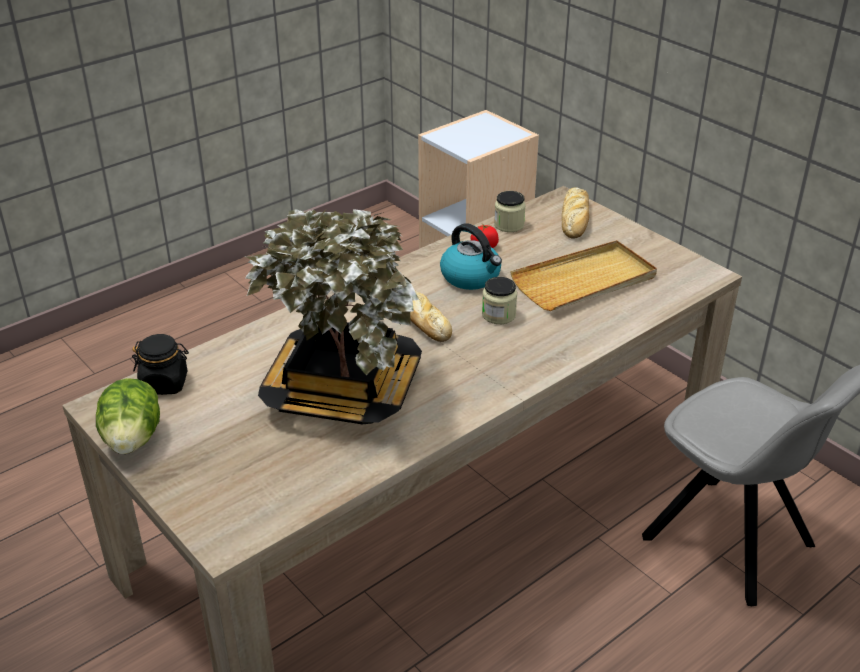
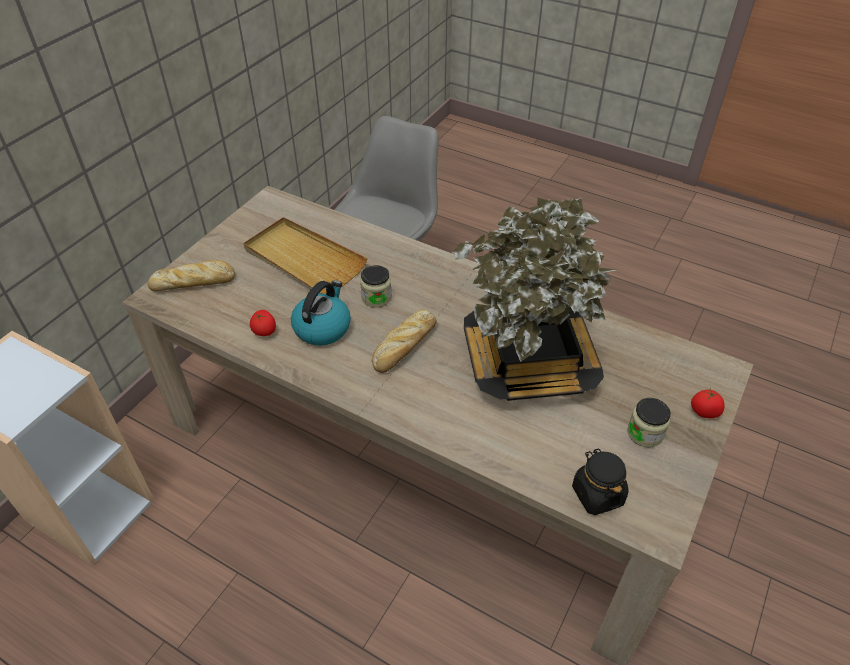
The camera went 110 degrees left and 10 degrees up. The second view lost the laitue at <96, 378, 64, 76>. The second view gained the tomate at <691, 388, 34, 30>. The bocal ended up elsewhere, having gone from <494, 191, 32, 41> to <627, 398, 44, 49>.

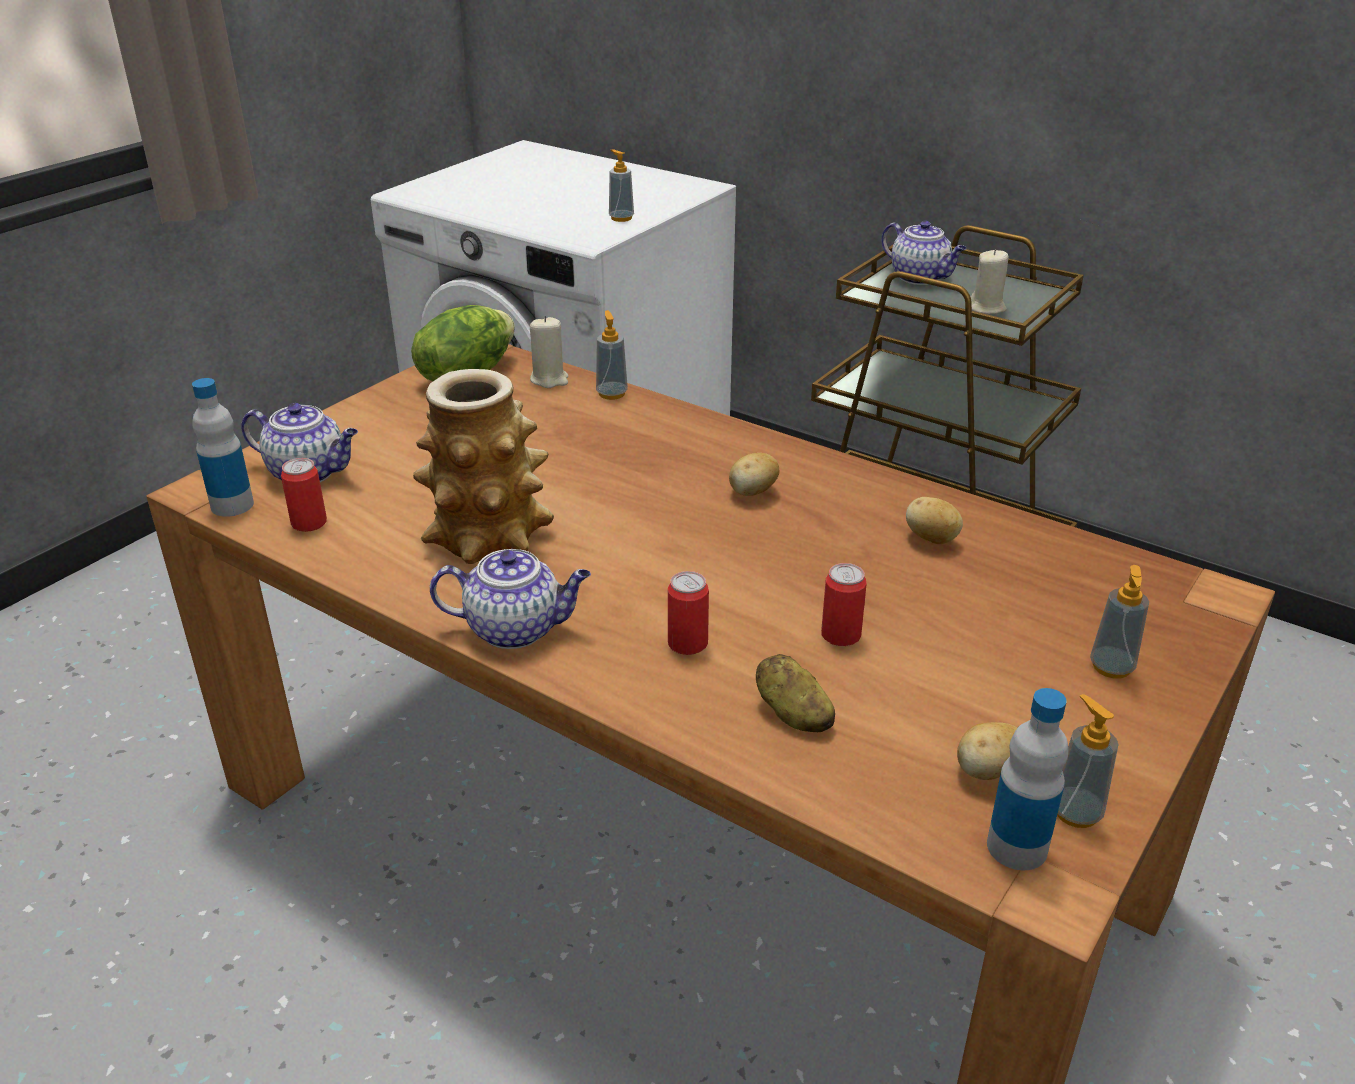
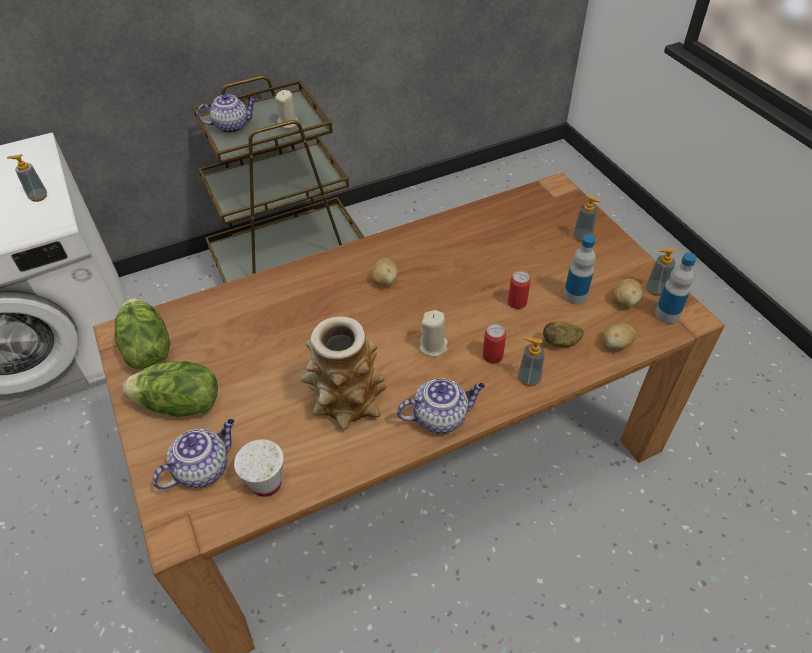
The camera went 60 degrees left and 15 degrees up. The second view gained the laitue at <123, 361, 95, 56>. The bouteille ended up elsewhere, having gone from <192, 378, 62, 139> to <564, 234, 32, 70>. The bougie/beige ended up elsewhere, having gone from <530, 316, 38, 72> to <419, 310, 29, 47>. The distributeur de savon ended up elsewhere, having gone from <596, 310, 32, 90> to <518, 337, 27, 49>. The pomme de terre ended up elsewhere, having gone from <906, 497, 57, 47> to <603, 324, 33, 26>. Where the boîte métallique stood at <281, 458, 46, 74>, the tasse/blanc came to stand at <234, 439, 50, 58>. The théière at <430, 549, 161, 100> ended up facing another way, 45 degrees clockwise from before.

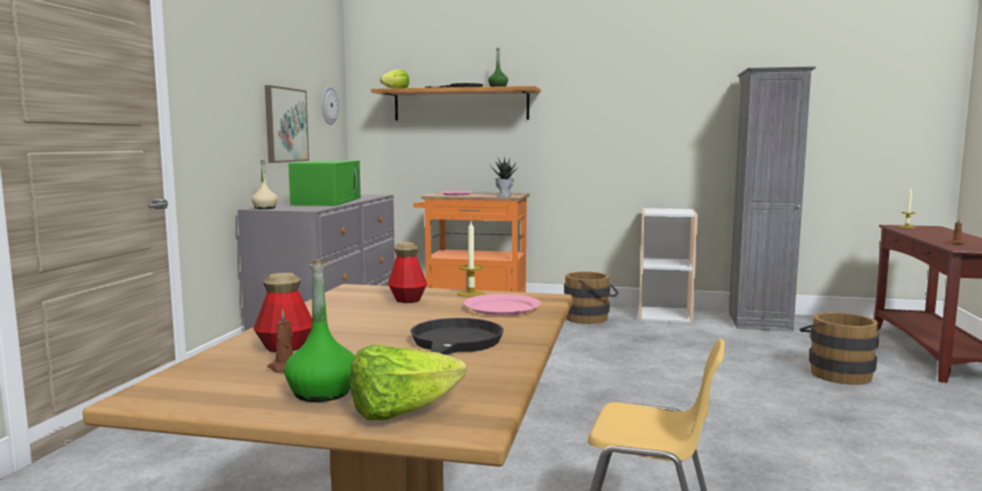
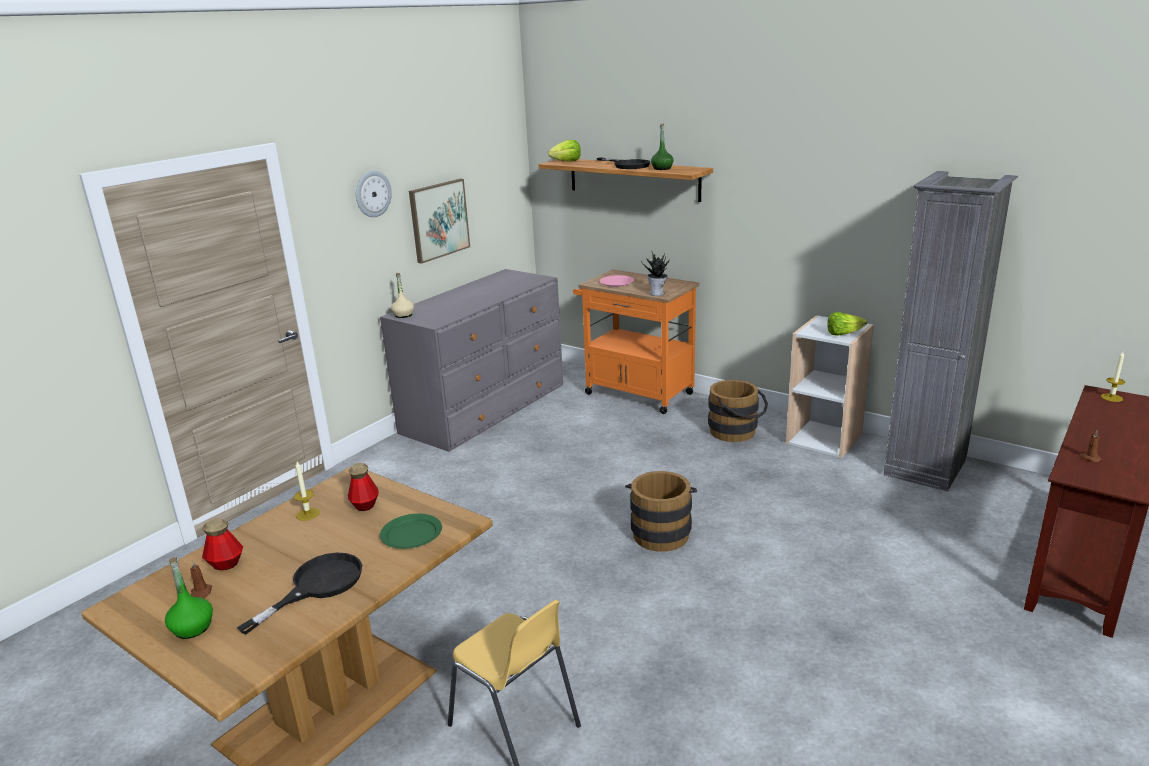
The camera went 25 degrees right and 15 degrees up. The second view lost the micro-ondes/vert at <288, 160, 73, 46>. The horloge murale ended up elsewhere, having gone from <321, 86, 18, 39> to <356, 171, 36, 46>. The laitue ended up elsewhere, having gone from <350, 345, 117, 75> to <827, 312, 40, 24>. The bougie ended up elsewhere, having gone from <457, 222, 28, 75> to <294, 461, 26, 60>. The seau/marron ended up elsewhere, having gone from <800, 312, 79, 73> to <625, 471, 72, 81>. What was the assiette/rose at <463, 294, 78, 22> turned into the assiette/vert at <380, 514, 62, 35>.

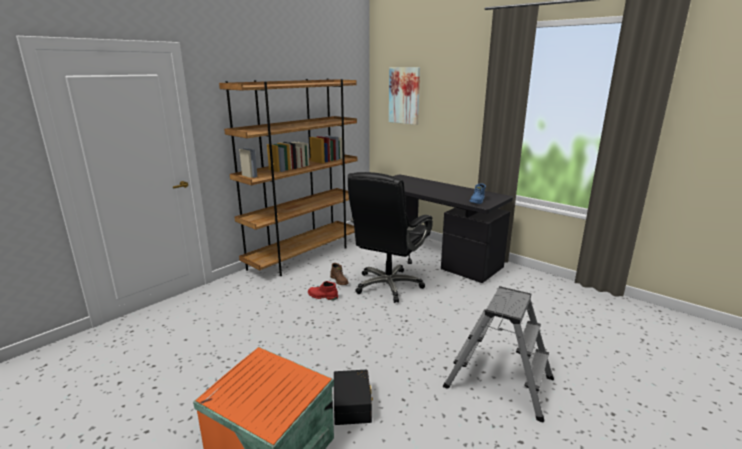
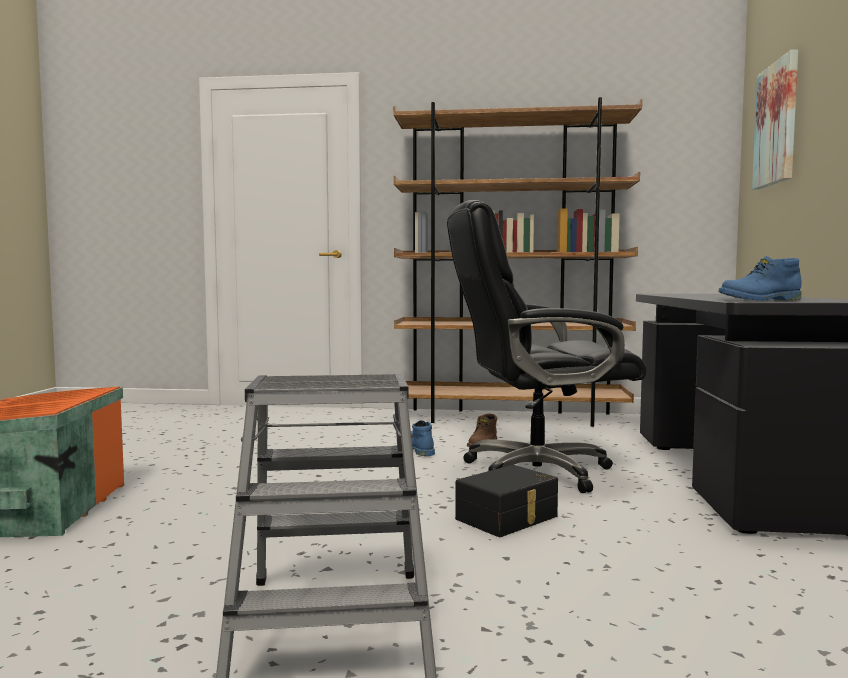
The camera went 55 degrees right and 15 degrees down. The boîte de rangement/noir ended up elsewhere, having gone from <334, 370, 39, 55> to <455, 465, 103, 72>. What was the botte/rouge at <308, 281, 30, 19> turned into the botte/bleu at <411, 420, 24, 36>.

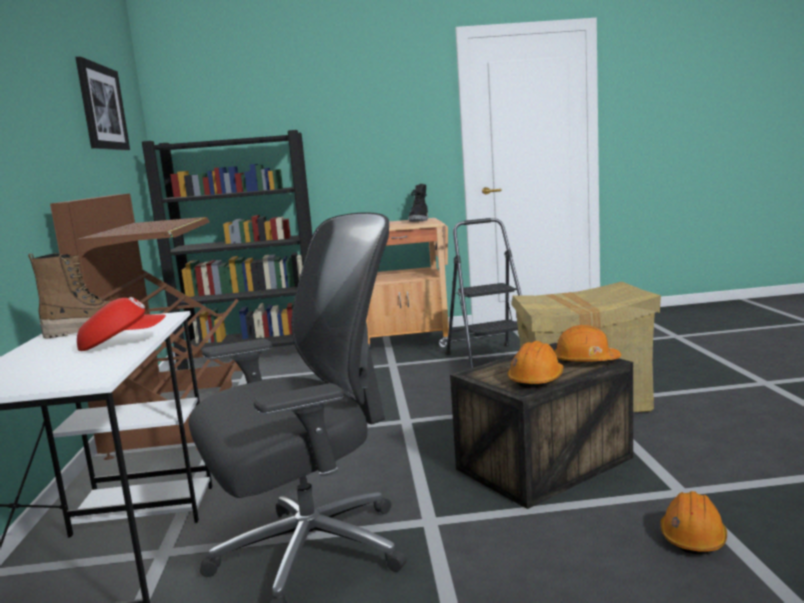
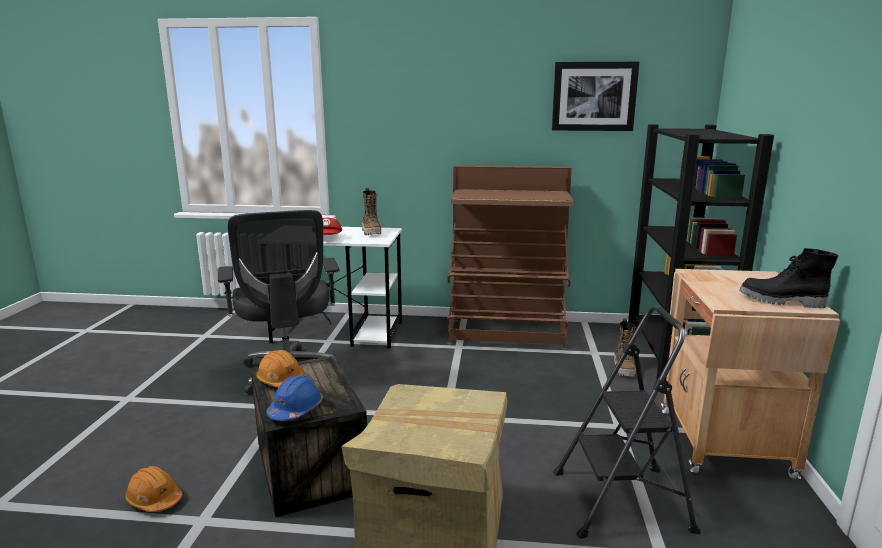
The camera went 100 degrees right and 5 degrees up. The second view gained the botte at <614, 318, 23, 59>. What was the casque de chantier/orange at <554, 325, 67, 38> turned into the casque de chantier/bleu at <266, 375, 57, 46>.

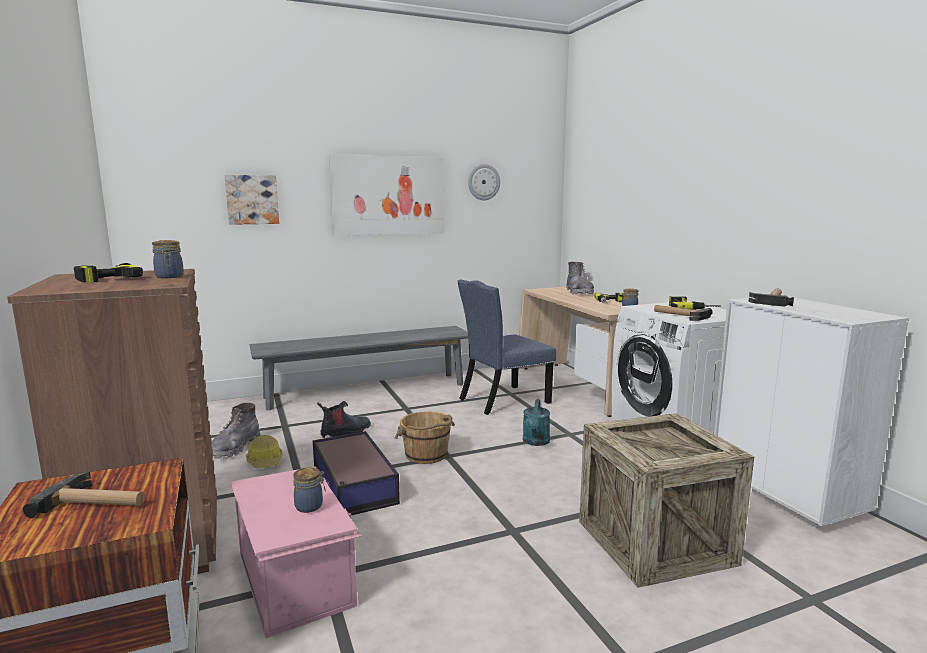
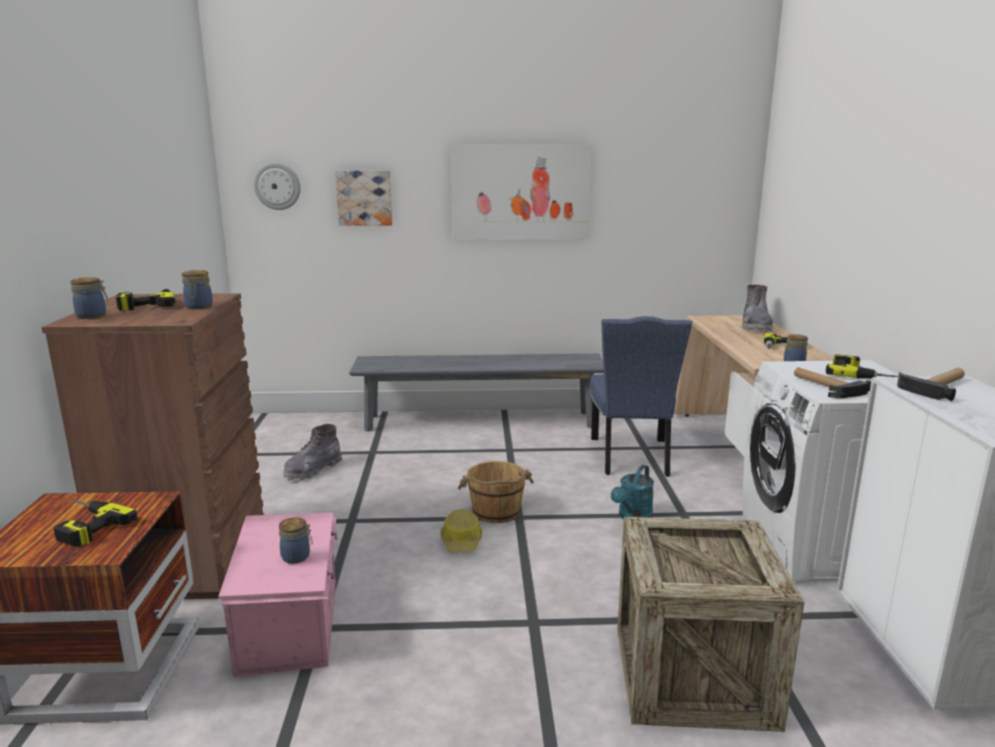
The camera went 20 degrees right and 5 degrees up. The second view lost the boîte de rangement at <313, 431, 87, 84>. The second view lost the botte at <317, 401, 54, 37>. The second view gained the bocal at <70, 277, 38, 42>. The casque de chantier ended up elsewhere, having gone from <246, 435, 36, 33> to <441, 509, 41, 43>. The horloge murale ended up elsewhere, having gone from <468, 164, 32, 36> to <254, 163, 47, 47>. Where the marteau stood at <23, 472, 122, 46>, the perceuse came to stand at <54, 499, 83, 48>. The chaise/bleu at <457, 279, 99, 136> ended up facing another way, 75 degrees counterclockwise from before.

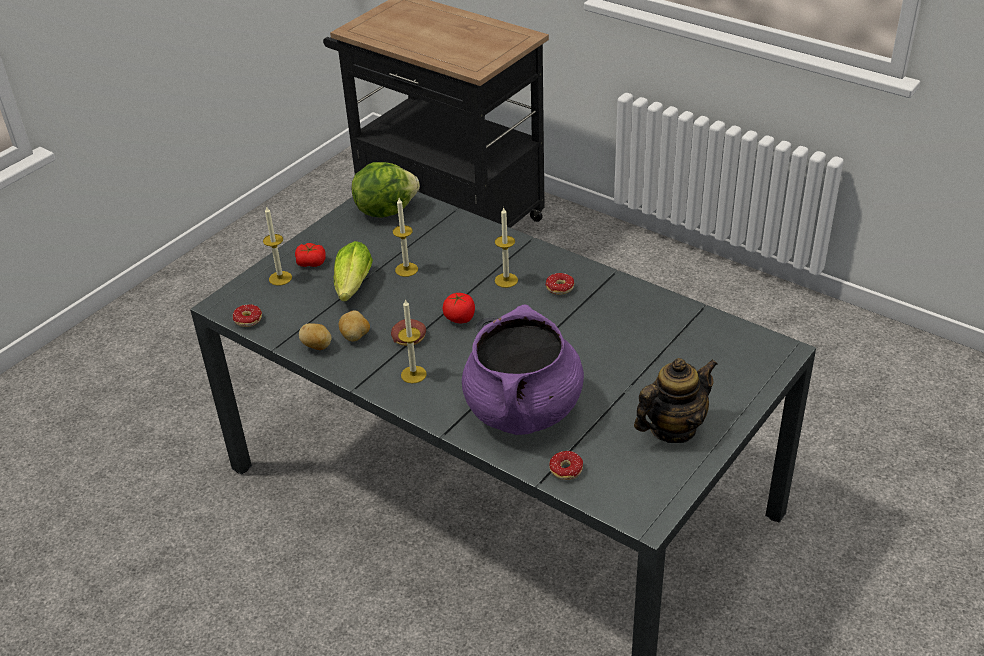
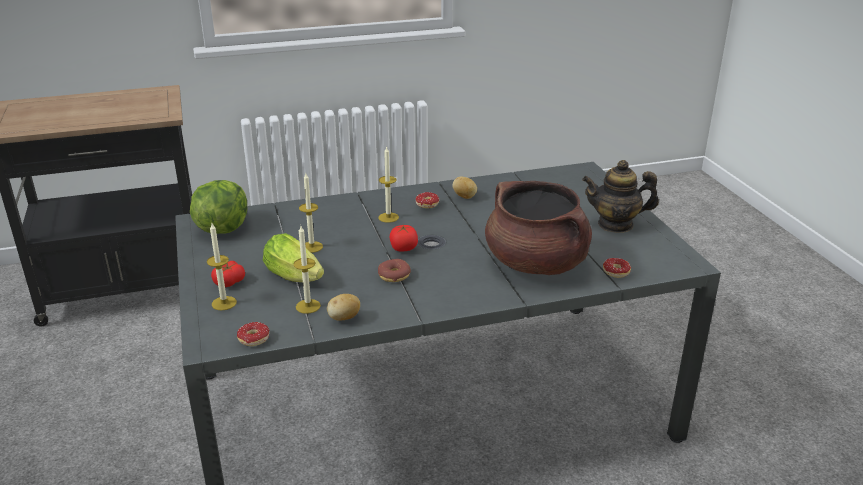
The camera went 55 degrees left and 10 degrees down. The pomme de terre ended up elsewhere, having gone from <339, 310, 31, 31> to <452, 177, 25, 22>. The bougie ended up elsewhere, having gone from <398, 299, 29, 85> to <293, 226, 28, 88>. What was the marmite/violet at <462, 304, 122, 131> turned into the marmite/marron at <485, 181, 107, 94>. The théière at <634, 358, 84, 85> ended up facing another way, 90 degrees counterclockwise from before.

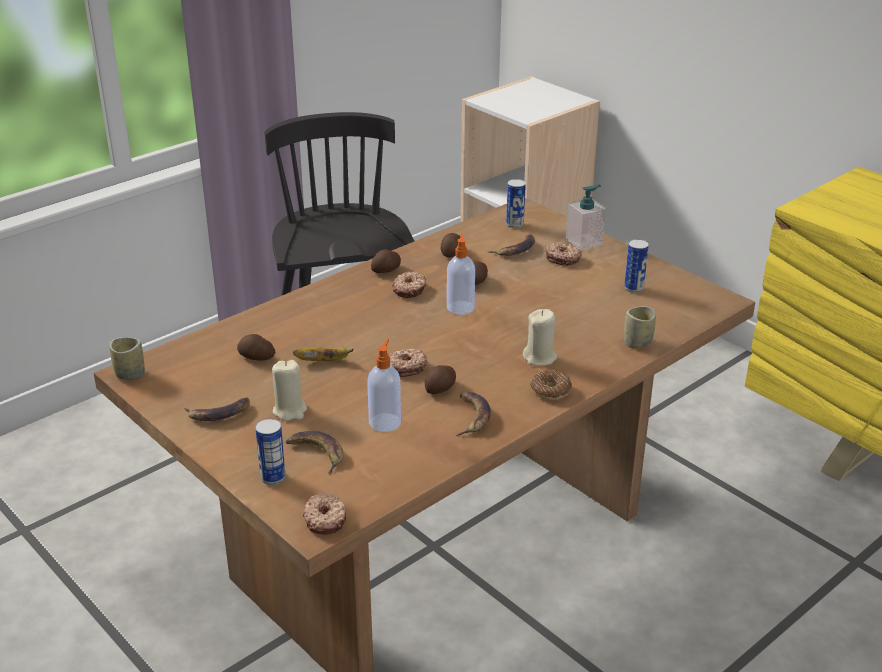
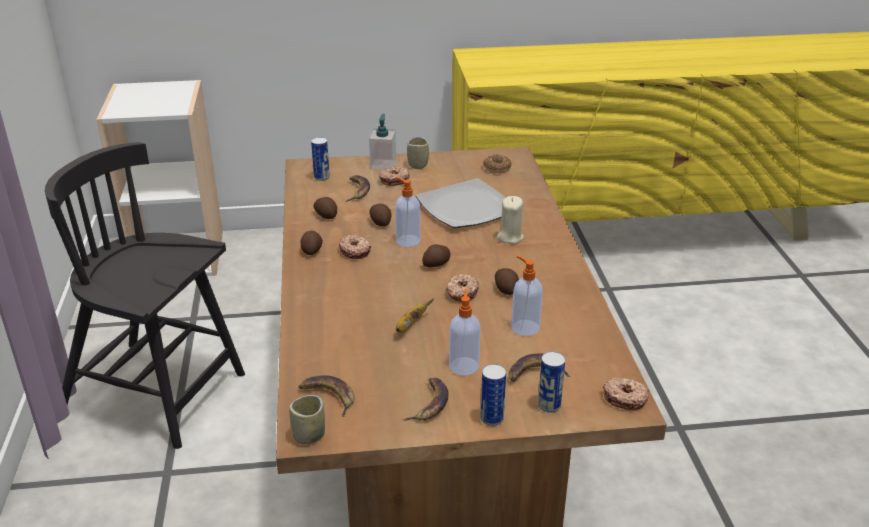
The camera went 55 degrees left and 0 degrees up. The second view gained the assiette at <416, 178, 90, 50>. The pomme de terre ended up elsewhere, having gone from <237, 334, 38, 27> to <422, 244, 29, 24>. The banane ended up elsewhere, having gone from <456, 392, 35, 45> to <298, 375, 57, 42>. The beignet ended up elsewhere, having gone from <530, 370, 42, 30> to <483, 154, 29, 19>. The boîte métallique ended up elsewhere, having gone from <624, 239, 25, 54> to <480, 364, 26, 62>. The tasse ended up elsewhere, having gone from <624, 306, 32, 42> to <407, 137, 22, 32>. Where the bougie/beige stood at <272, 360, 35, 61>, the distributeur de savon came to stand at <449, 289, 31, 87>.

